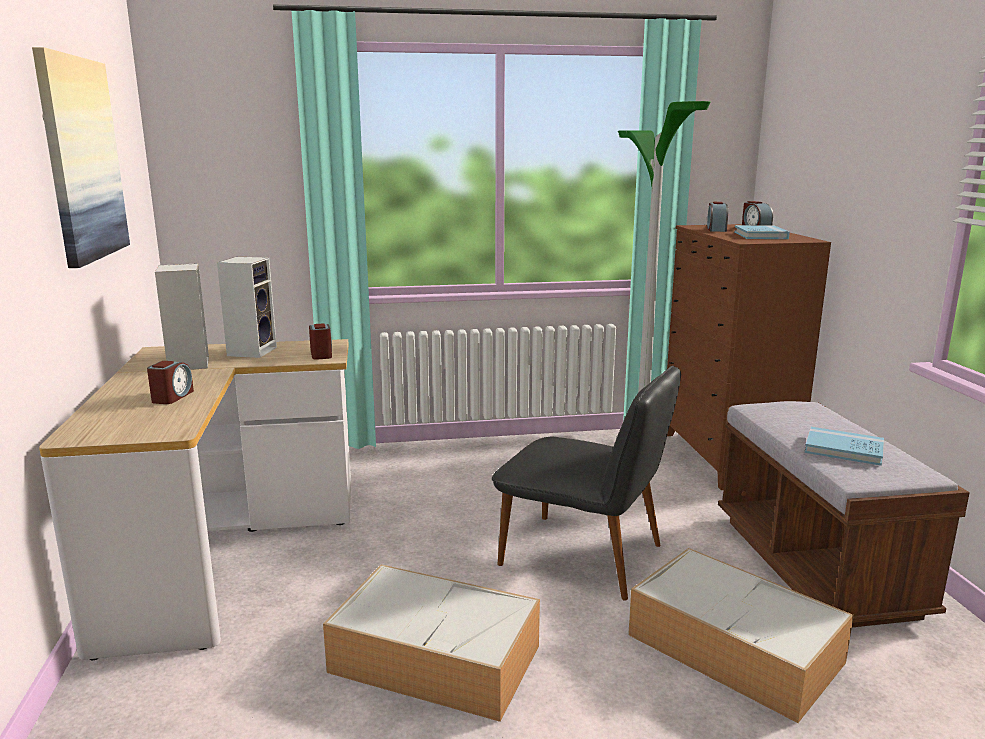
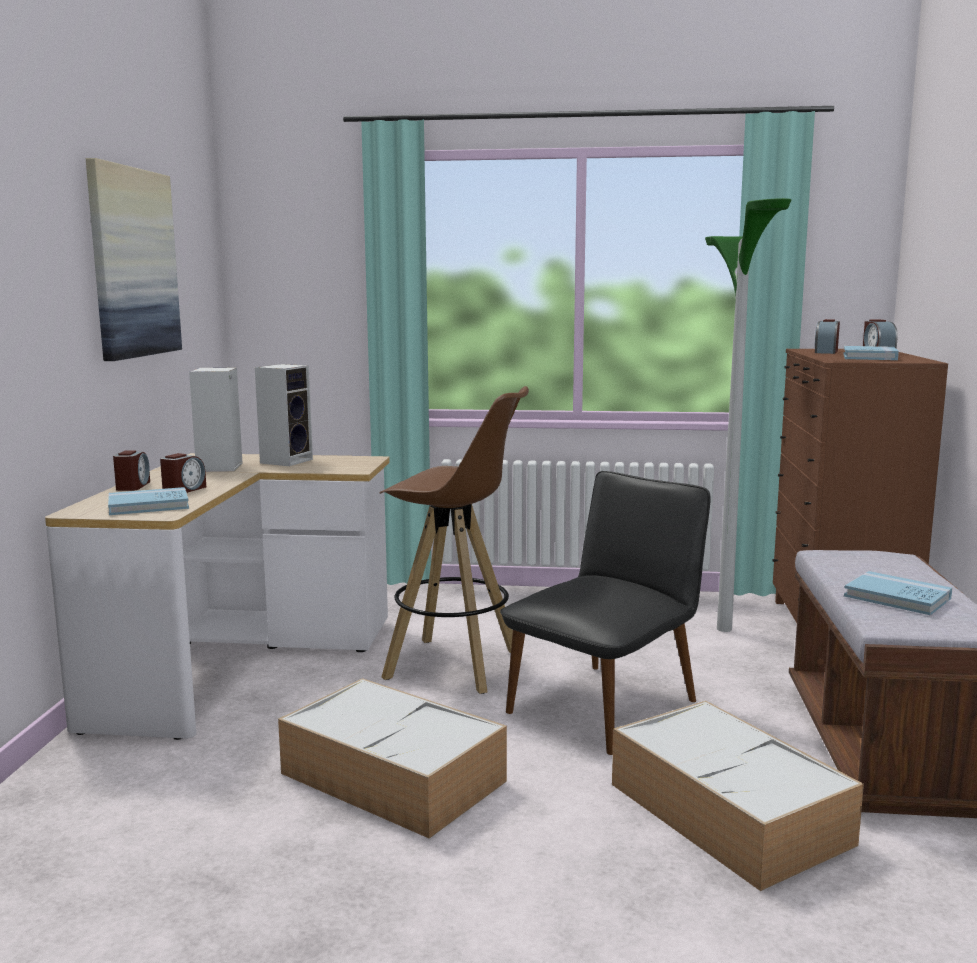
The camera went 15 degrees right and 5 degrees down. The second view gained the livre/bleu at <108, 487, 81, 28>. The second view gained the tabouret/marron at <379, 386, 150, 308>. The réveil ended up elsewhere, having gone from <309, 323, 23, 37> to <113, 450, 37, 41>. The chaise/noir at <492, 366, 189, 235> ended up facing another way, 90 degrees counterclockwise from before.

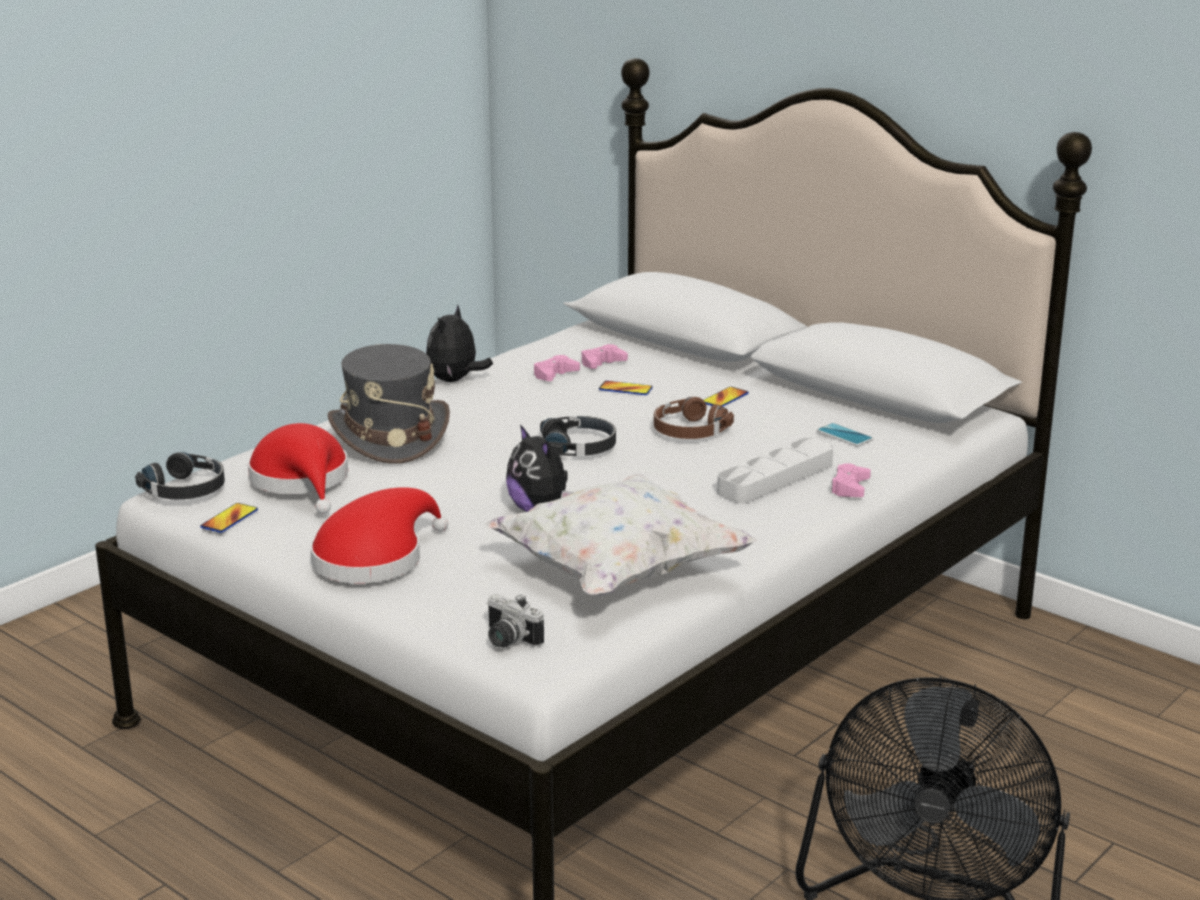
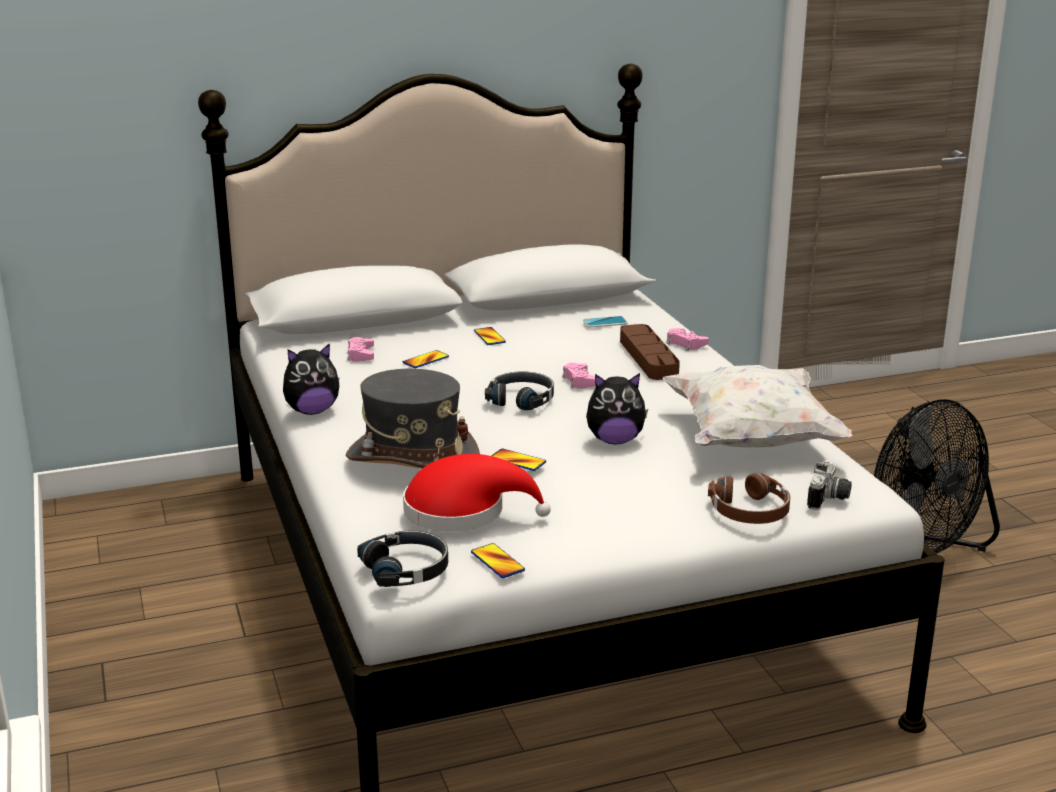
The camera went 60 degrees left and 0 degrees up. The second view lost the chapeau/rouge at <311, 487, 137, 96>. The second view gained the téléphone at <491, 449, 55, 22>. The manette/rose ended up elsewhere, having gone from <534, 355, 46, 26> to <562, 363, 34, 26>. The casque audio/marron ended up elsewhere, having gone from <654, 397, 80, 42> to <708, 473, 82, 51>. What was the plateau/gris at <717, 438, 116, 65> turned into the plateau/marron at <620, 324, 60, 56>. The peluche at <426, 304, 67, 78> ended up facing another way, 75 degrees counterclockwise from before. The appareil photo at <487, 594, 57, 53> ended up facing another way, 45 degrees counterclockwise from before.

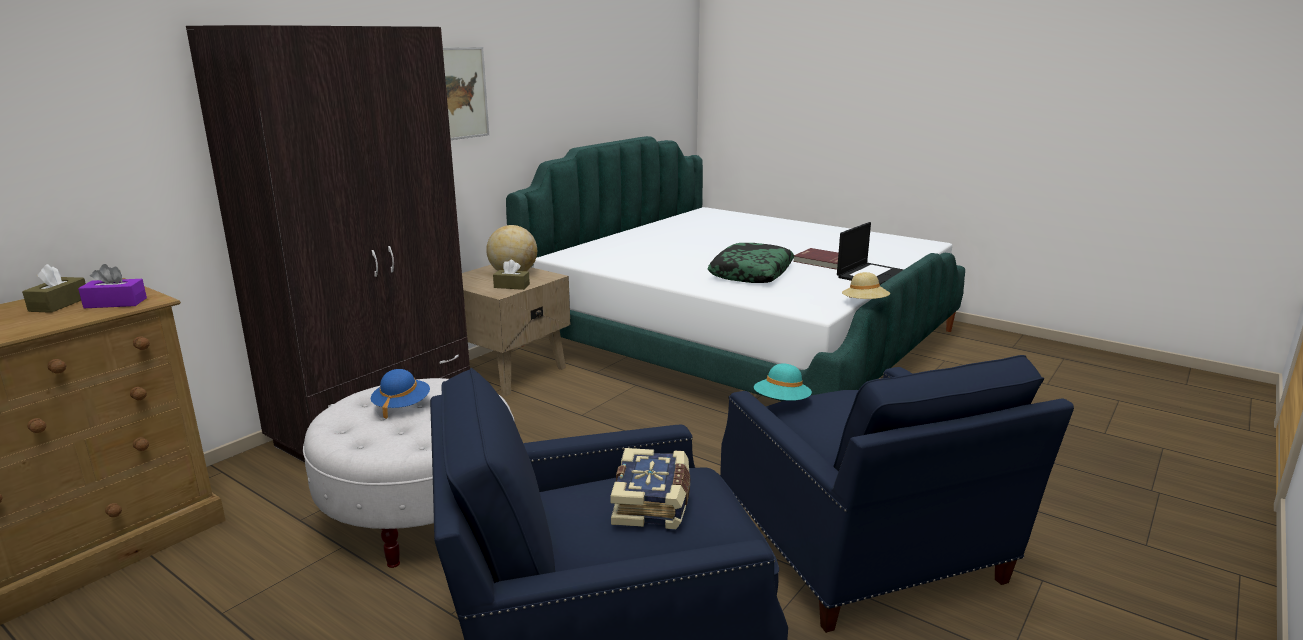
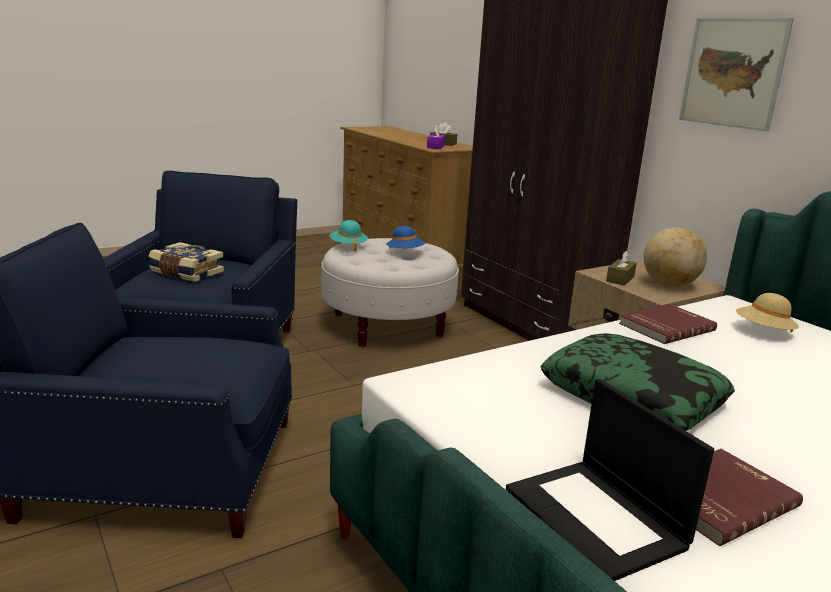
The camera went 110 degrees right and 0 degrees up. The second view gained the livre/rouge at <619, 304, 98, 40>. The chapeau/turquoise ended up elsewhere, having gone from <754, 364, 58, 37> to <330, 220, 38, 32>. The chapeau/beige ended up elsewhere, having gone from <842, 272, 48, 27> to <736, 293, 63, 39>.

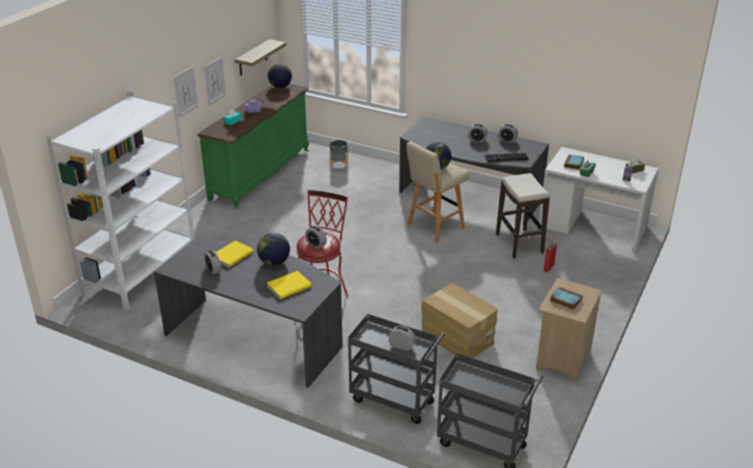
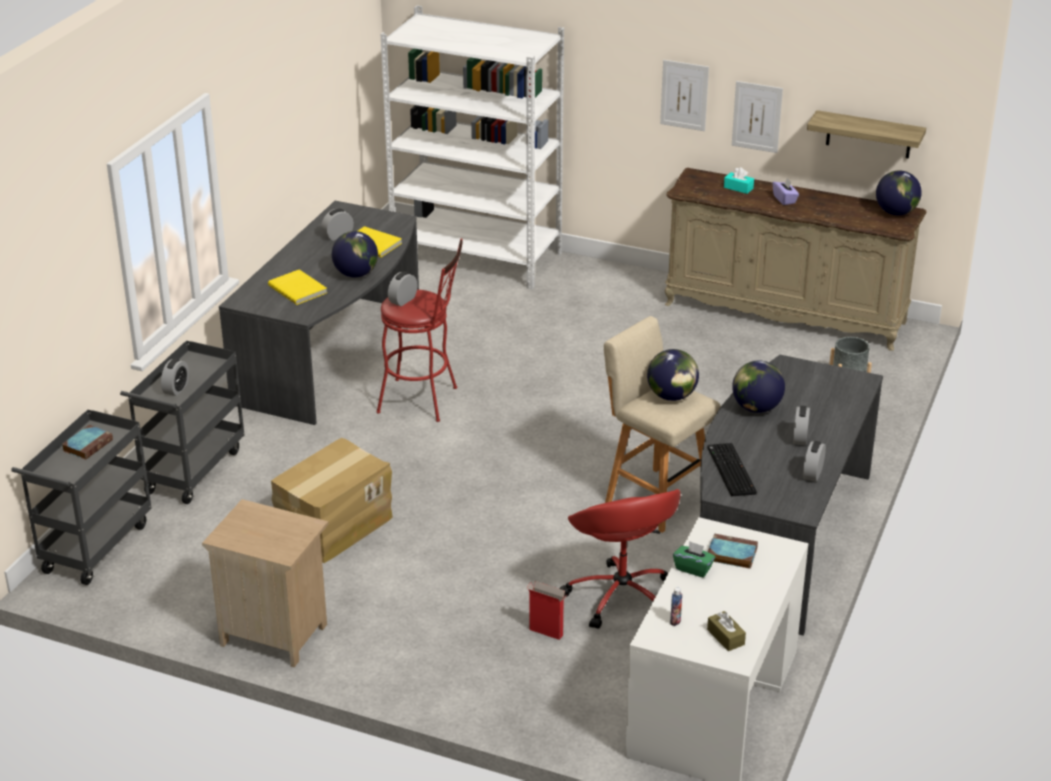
The camera went 85 degrees right and 0 degrees up. The second view gained the globe at <732, 360, 53, 53>. The livre ended up elsewhere, having gone from <550, 287, 33, 23> to <62, 425, 51, 35>. Where the tabouret stood at <496, 173, 54, 86>, the chaise de bureau/rouge came to stand at <560, 489, 121, 140>. What was the meuble de rangement/vert at <197, 83, 112, 126> turned into the meuble de rangement/beige at <665, 168, 261, 183>.

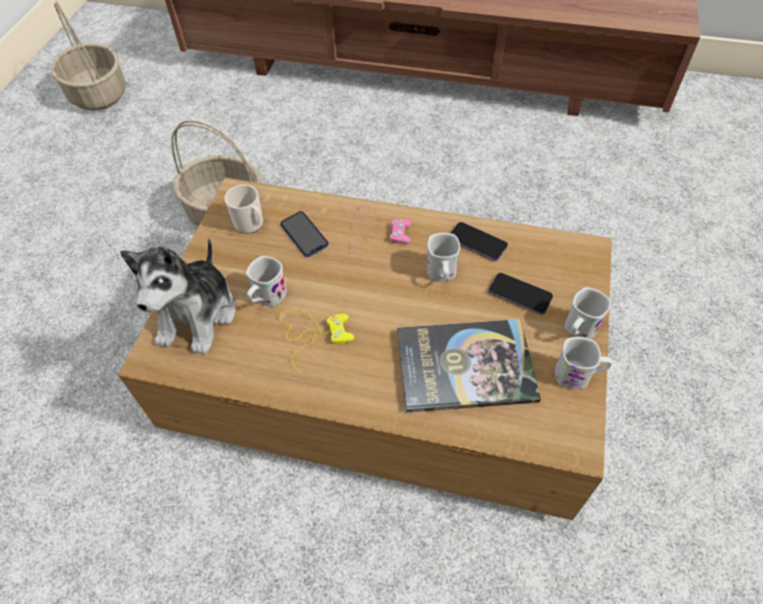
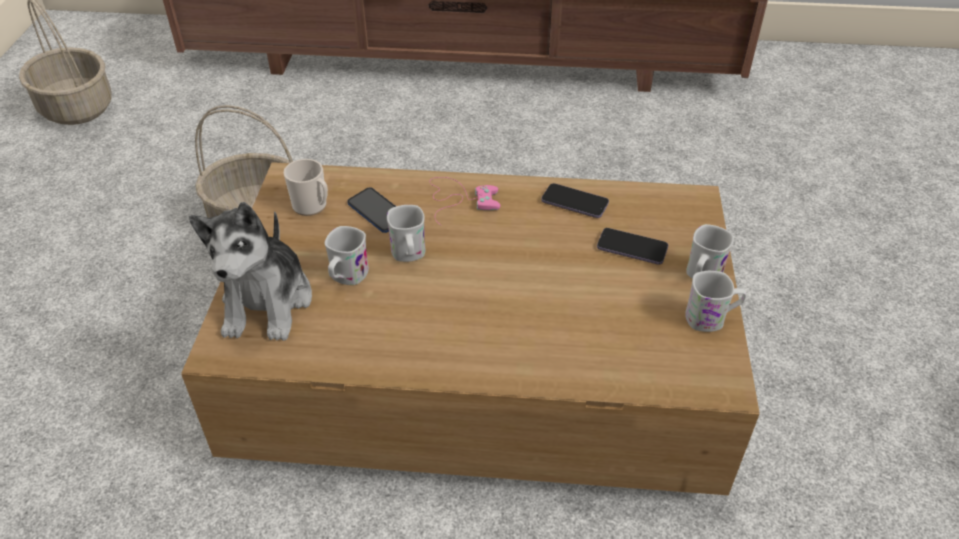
The camera went 10 degrees left and 10 degrees down. The second view lost the manette/jaune at <280, 310, 74, 62>. The second view lost the livre at <397, 319, 144, 93>. The mug/blanc ended up elsewhere, having gone from <427, 233, 33, 48> to <387, 205, 38, 57>.

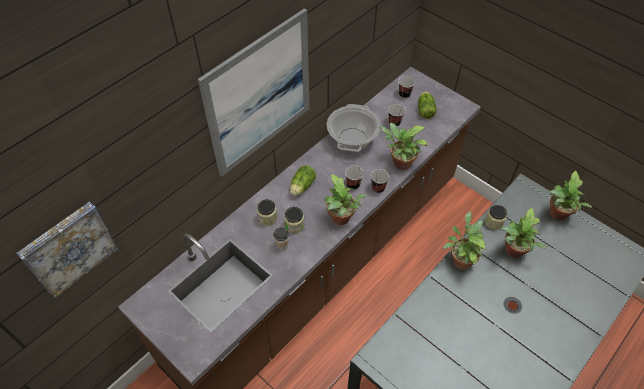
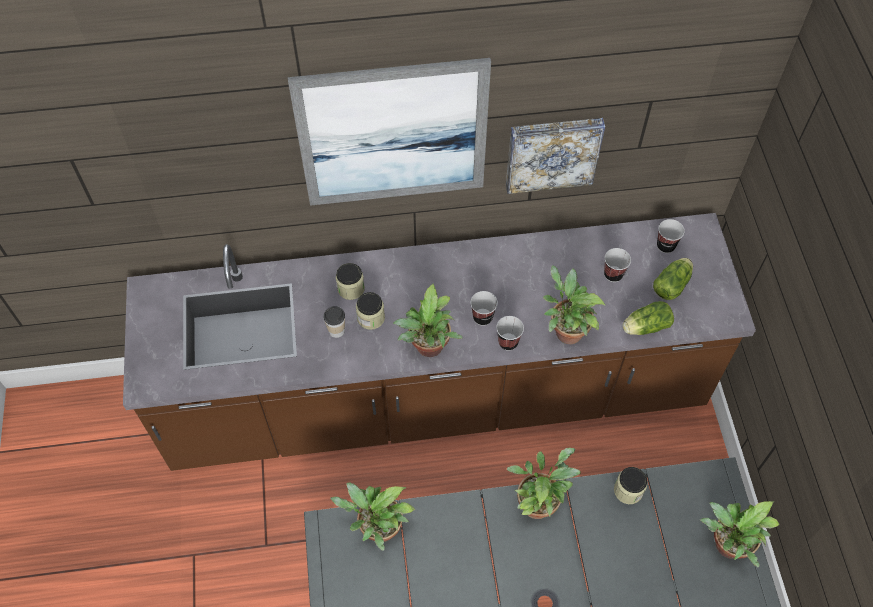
The camera went 40 degrees right and 5 degrees up. The second view lost the marmite at <327, 104, 54, 48>. The tableau ended up elsewhere, having gone from <17, 201, 101, 98> to <506, 118, 99, 76>. The laitue ended up elsewhere, having gone from <290, 165, 26, 31> to <622, 301, 52, 34>. The plante en pot ended up elsewhere, having gone from <501, 208, 45, 50> to <330, 482, 85, 69>.

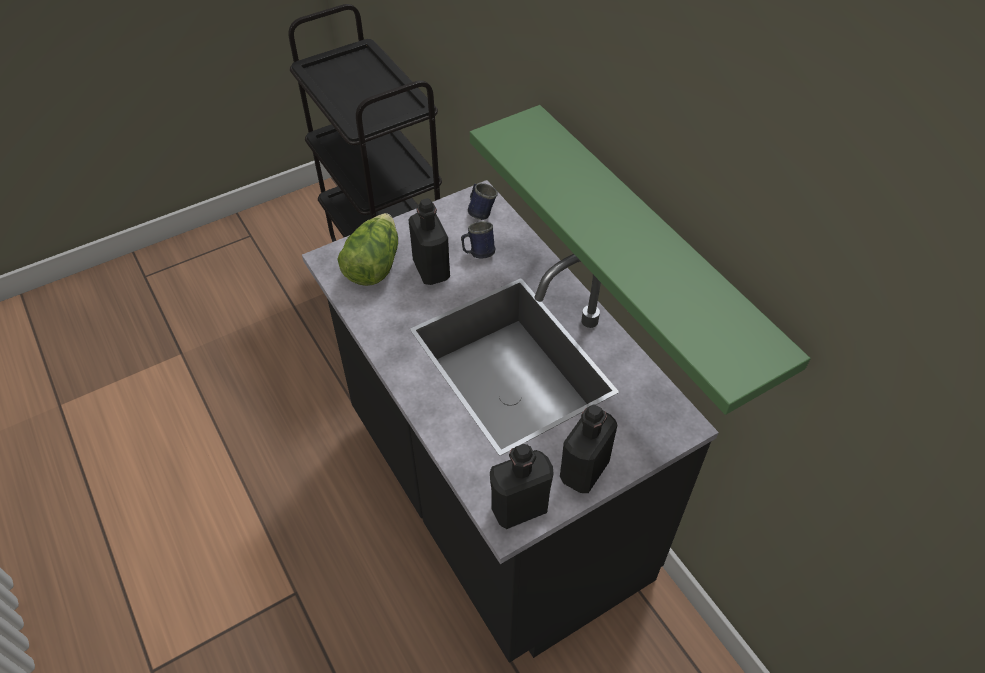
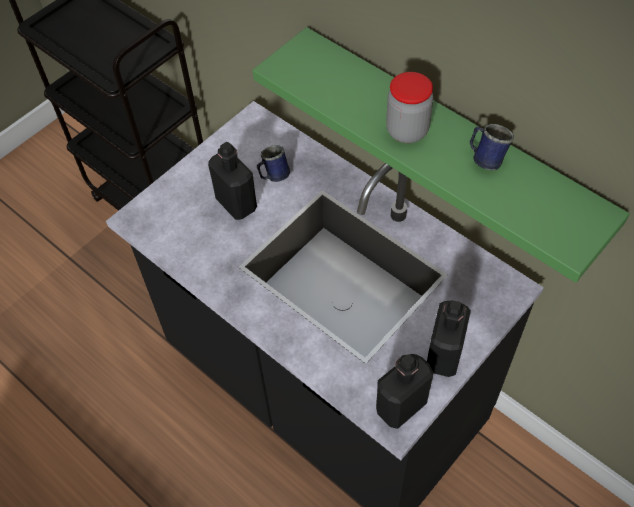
The camera went 15 degrees left and 5 degrees up. The second view lost the laitue at <337, 213, 61, 73>. The second view gained the bocal at <386, 72, 47, 71>. The mug/bleu ended up elsewhere, having gone from <468, 183, 30, 37> to <470, 124, 44, 47>.

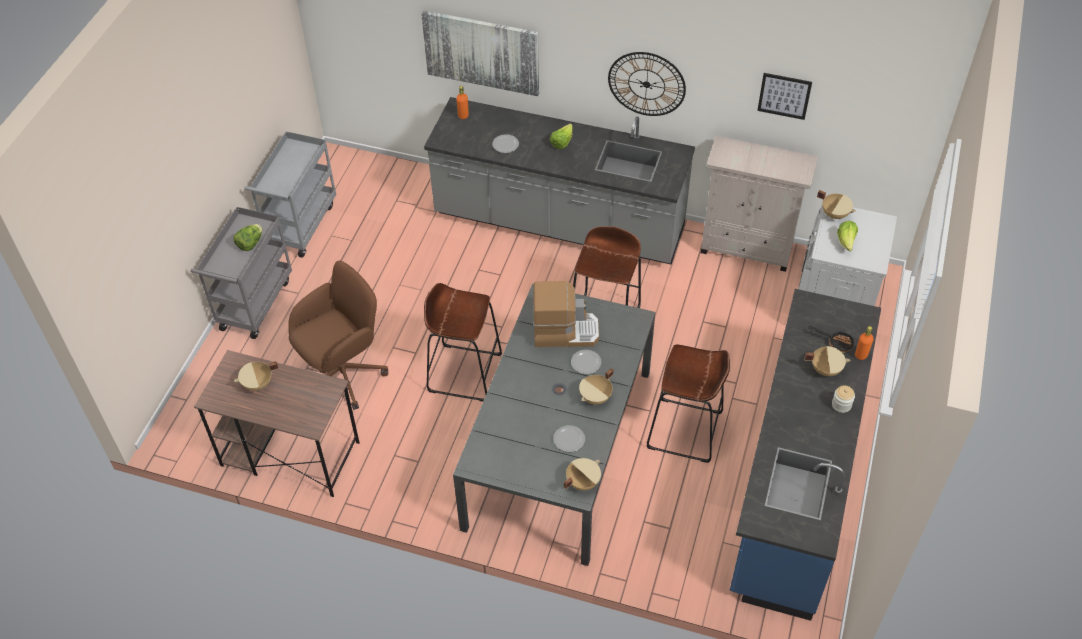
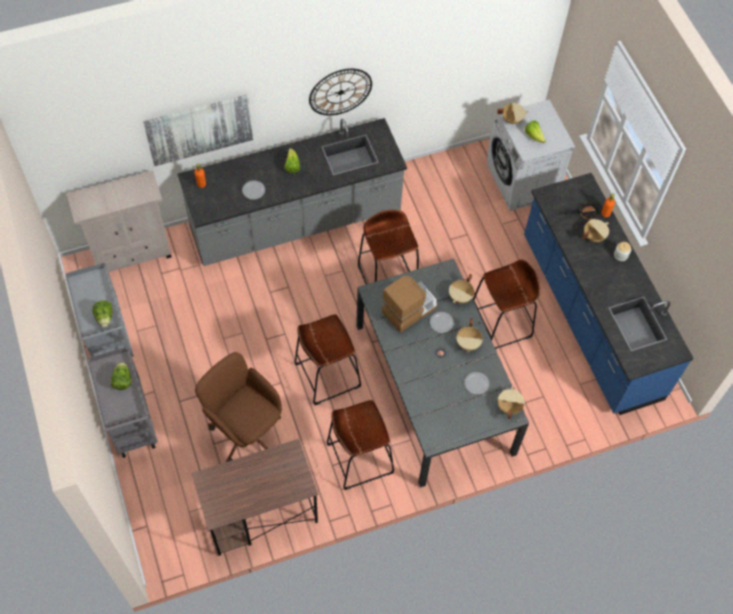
The camera went 40 degrees left and 10 degrees up. The second view lost the tableau at <757, 73, 55, 47>. The second view gained the laitue at <92, 300, 21, 28>. The second view gained the tabouret/marron at <327, 400, 67, 90>. The marmite/beige ended up elsewhere, having gone from <234, 361, 45, 30> to <449, 274, 25, 29>. The meuble de rangement/beige ended up elsewhere, having gone from <701, 136, 117, 136> to <66, 170, 106, 102>. The chaise de bureau/marron at <288, 261, 100, 149> ended up facing another way, 60 degrees counterclockwise from before.

